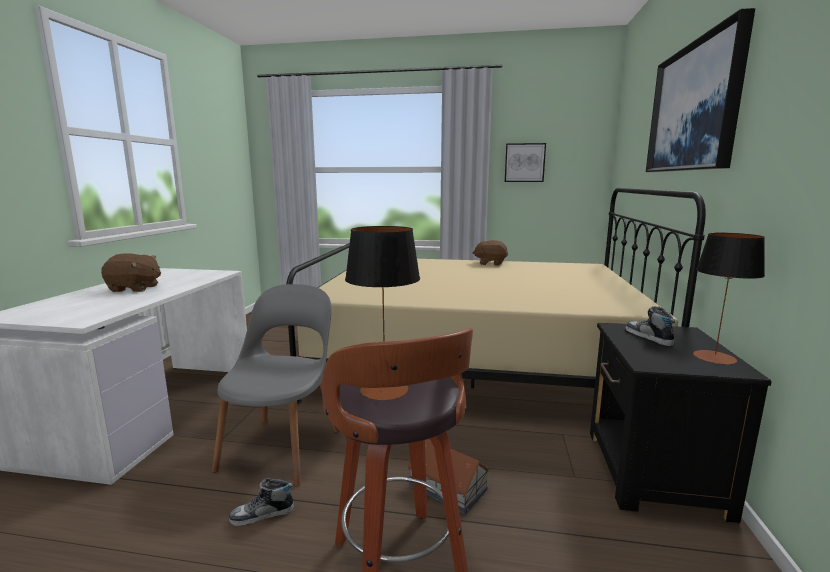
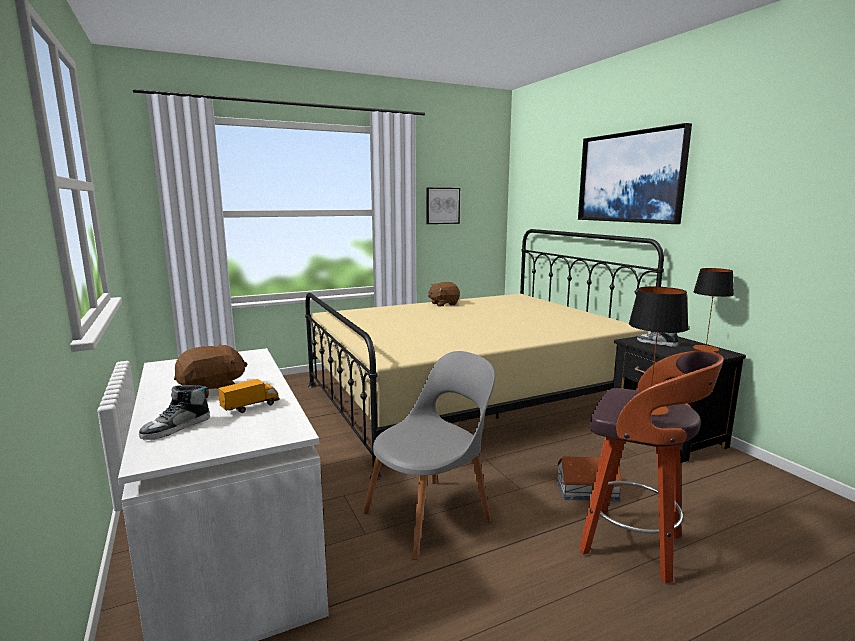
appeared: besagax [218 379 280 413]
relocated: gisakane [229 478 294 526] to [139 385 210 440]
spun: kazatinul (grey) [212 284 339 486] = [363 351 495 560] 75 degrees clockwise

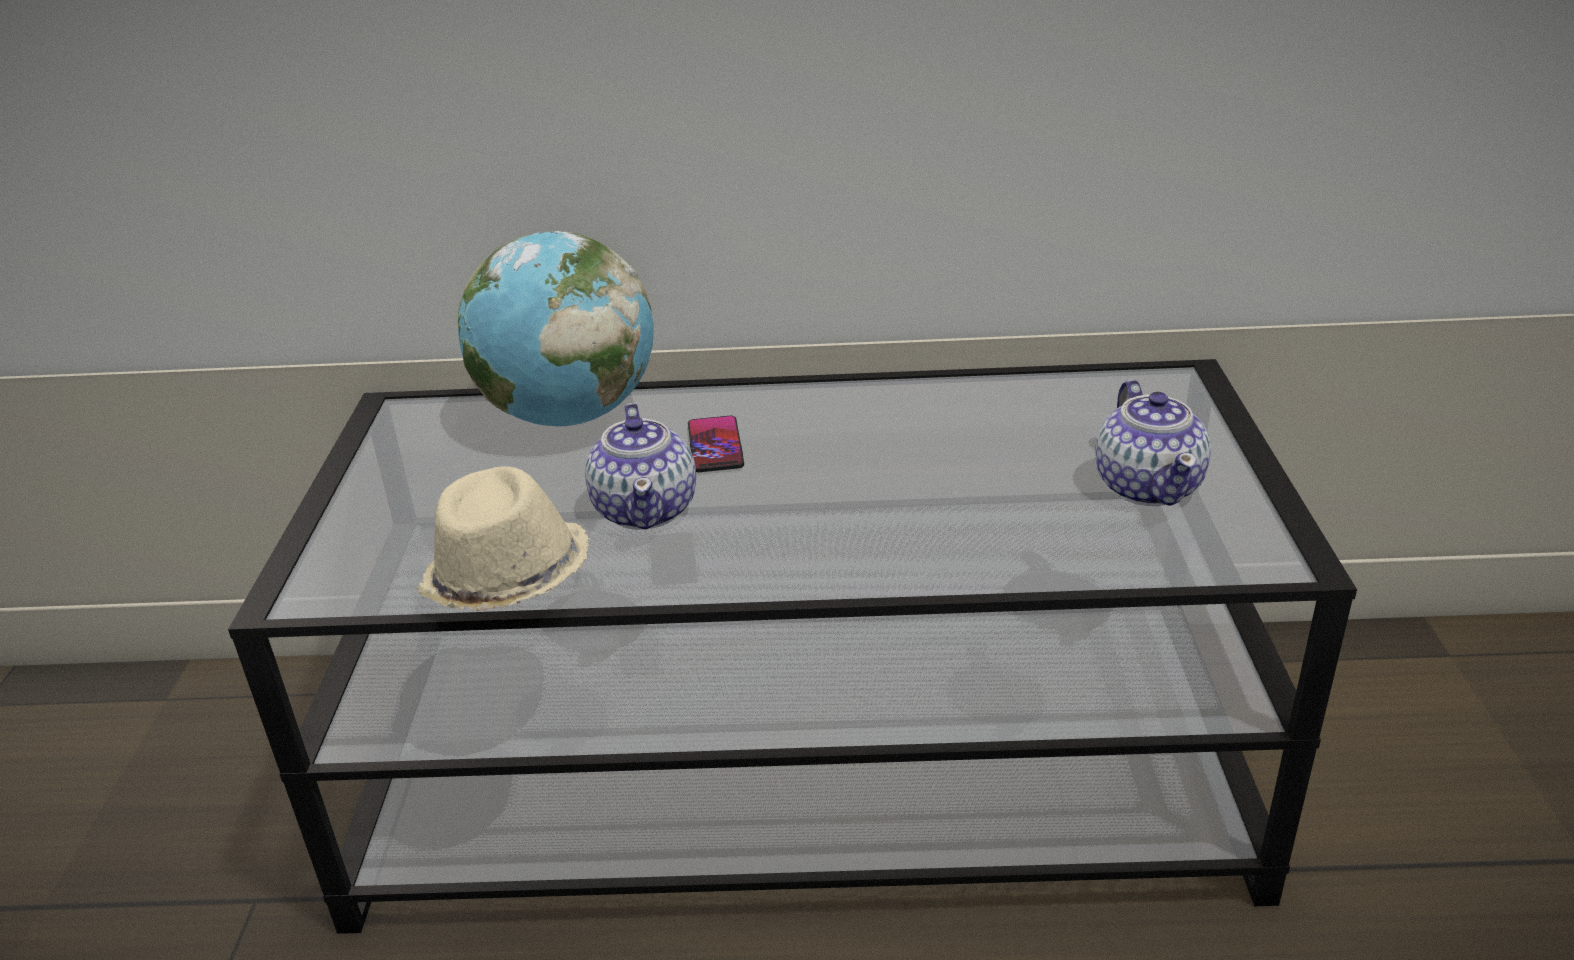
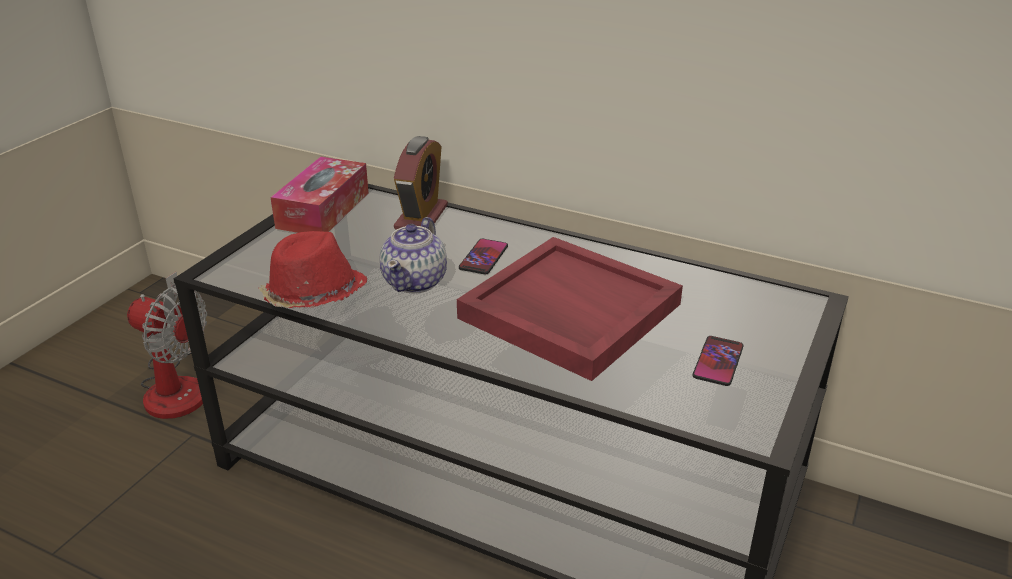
appeared: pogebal [127 272 207 419]; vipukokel [270 157 369 233]; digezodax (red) [457 237 683 381]
exchanged: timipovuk [458 231 653 426] to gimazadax [394 136 448 230]; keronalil [1095 380 1211 506] to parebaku [693 336 744 386]
colour: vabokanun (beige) [416 466 590 611] to vabokanun (red) [259 231 367 308]

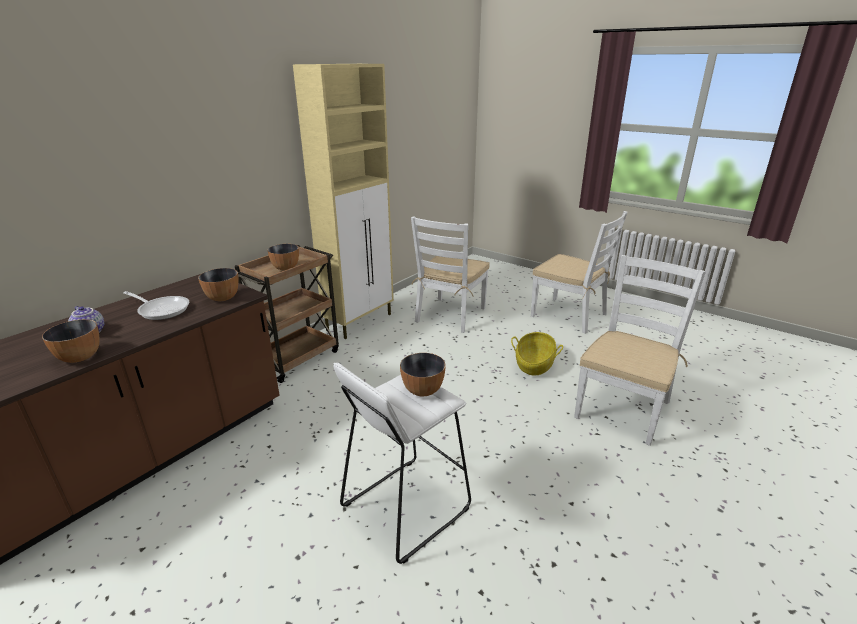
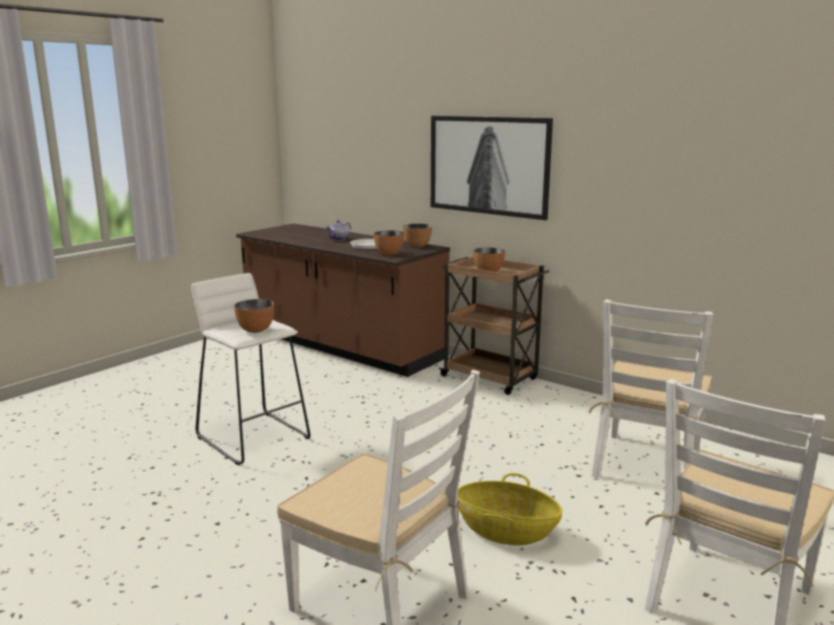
missing: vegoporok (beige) [293 64 394 339]
appeared: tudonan [431 116 553 220]
relocated: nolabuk [42 319 99 363] to [403 224 432 247]
spun: kazatinul (white) [411 216 489 333] = [588 299 713 478] 90 degrees counterclockwise

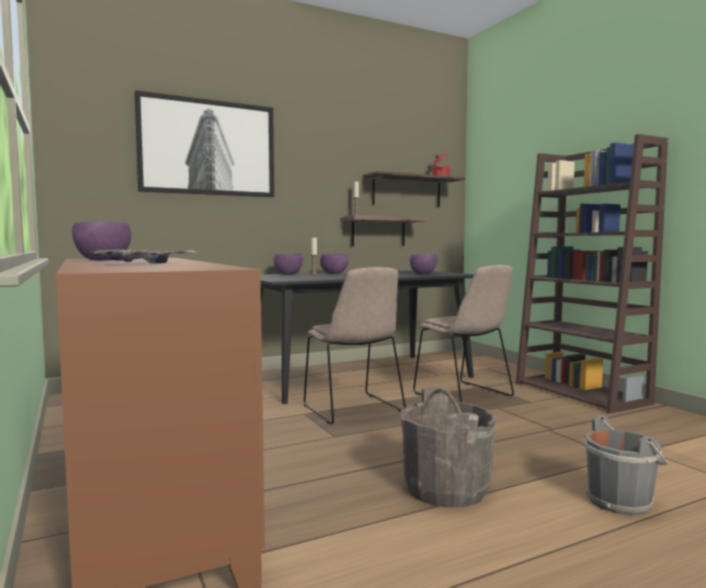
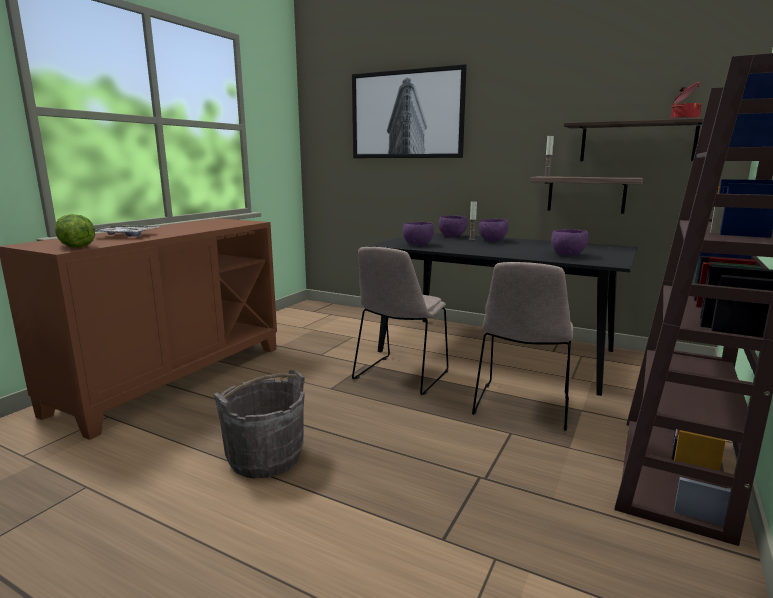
missing: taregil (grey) [582 415 668 516]
appeared: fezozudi [55 214 95 248]
relocated: nolabuk (purple) [72 221 131 261] to [403 222 434 245]

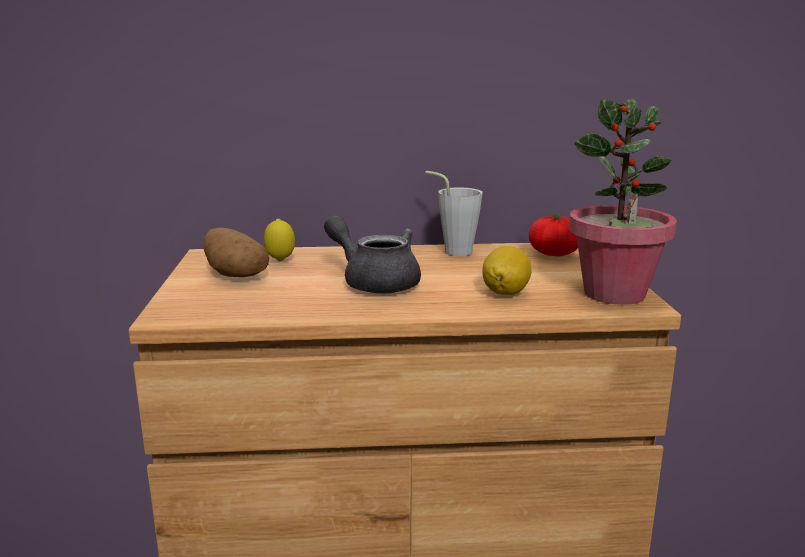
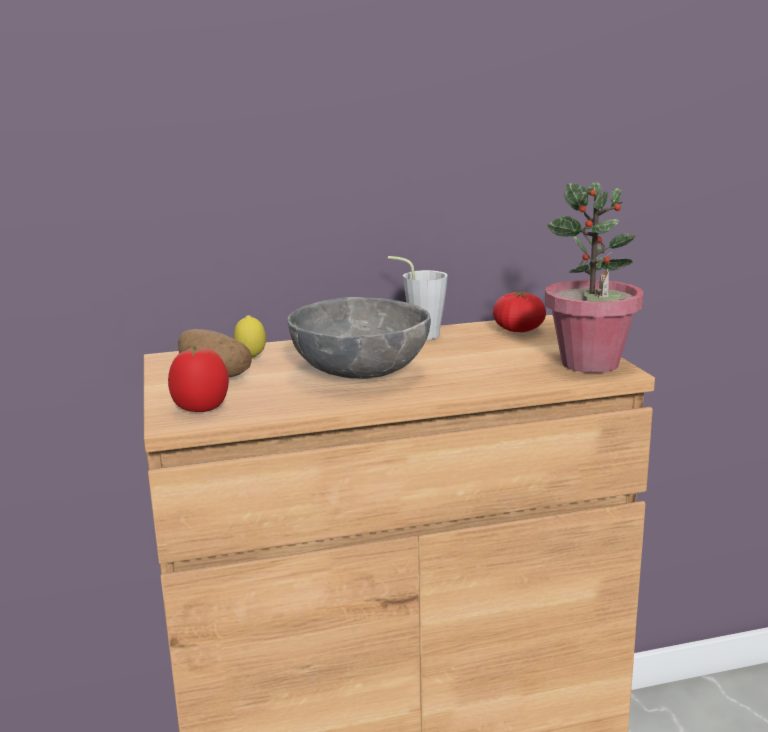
missing: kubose [482 246 532 295]
appeared: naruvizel [168 346 229 412]
exchanged: keronalil (grey) [324 216 421 294] to nolabuk (grey) [287 297 431 379]

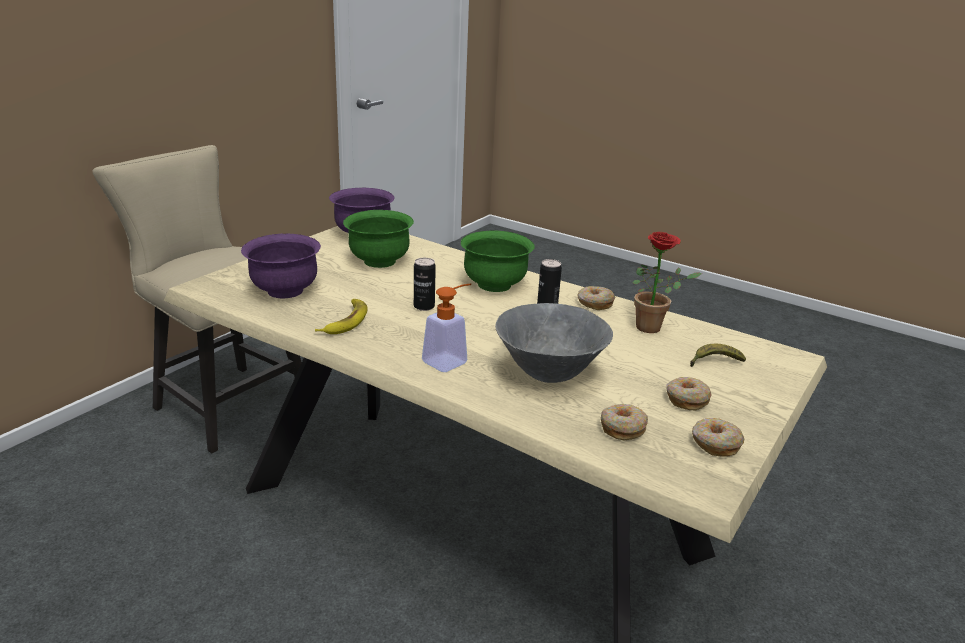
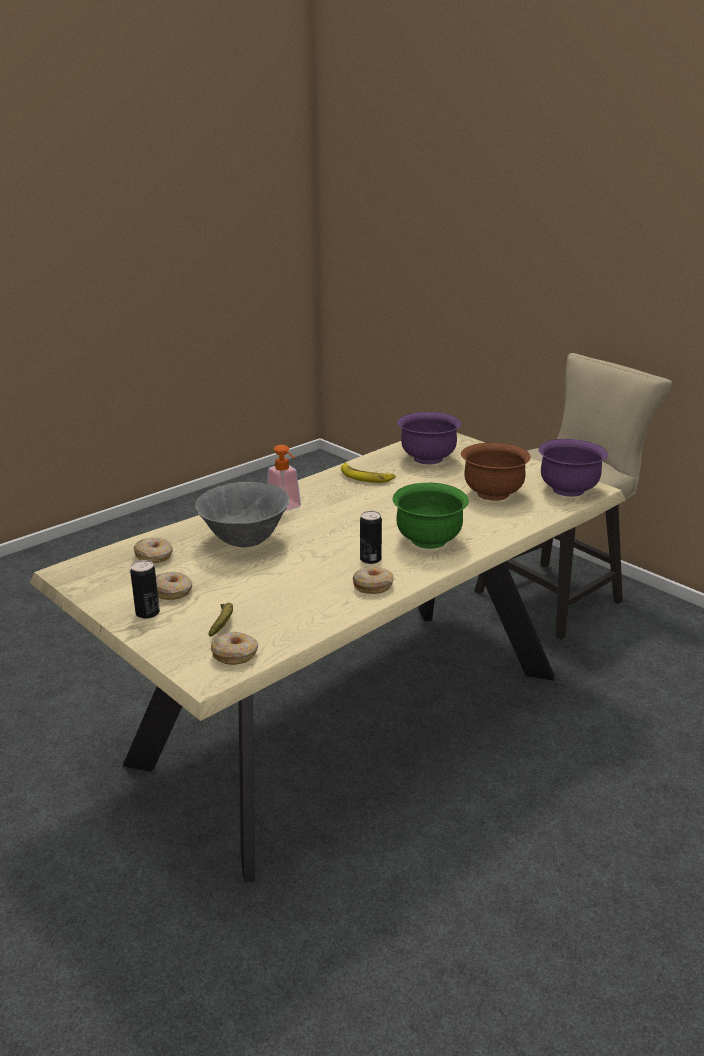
missing: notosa [633 232 702 333]
relocated: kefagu [414 258 436 311] to [130 560 160 619]; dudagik [692 418 744 456] to [211 632 258 665]
colour: nolabuk (green) [343 210 414 268] to nolabuk (brown) [461 442 531 501]

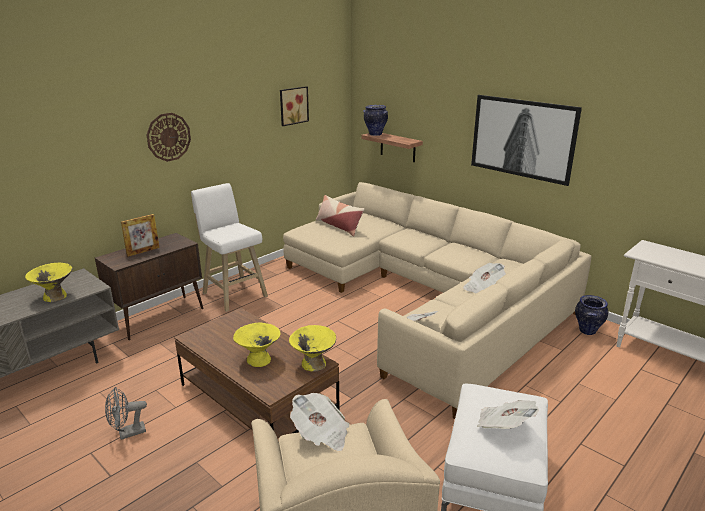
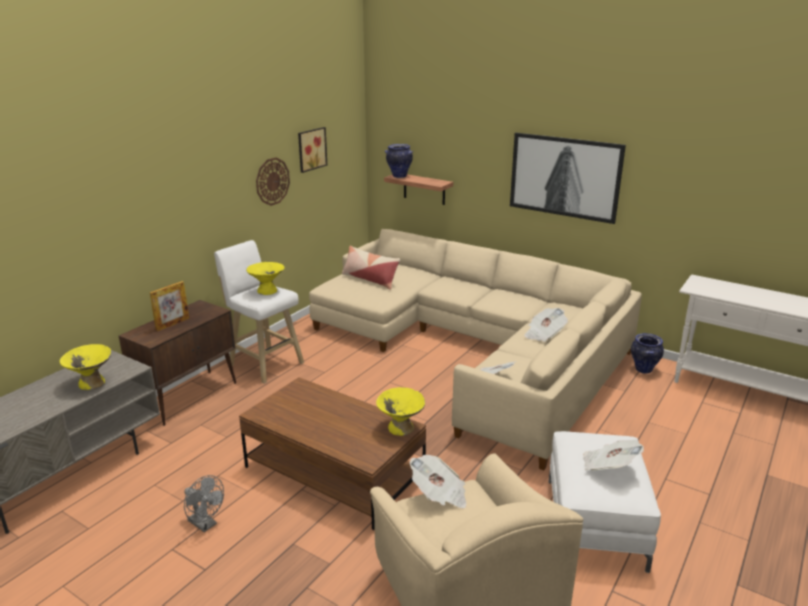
relocated: nolabuk (yellow) [233 322 281 367] to [246 262 284 295]; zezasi [147 113 191 162] to [256 157 290 206]
spun: pogebal (grey) [105 387 147 440] = [184 475 224 532] 105 degrees counterclockwise

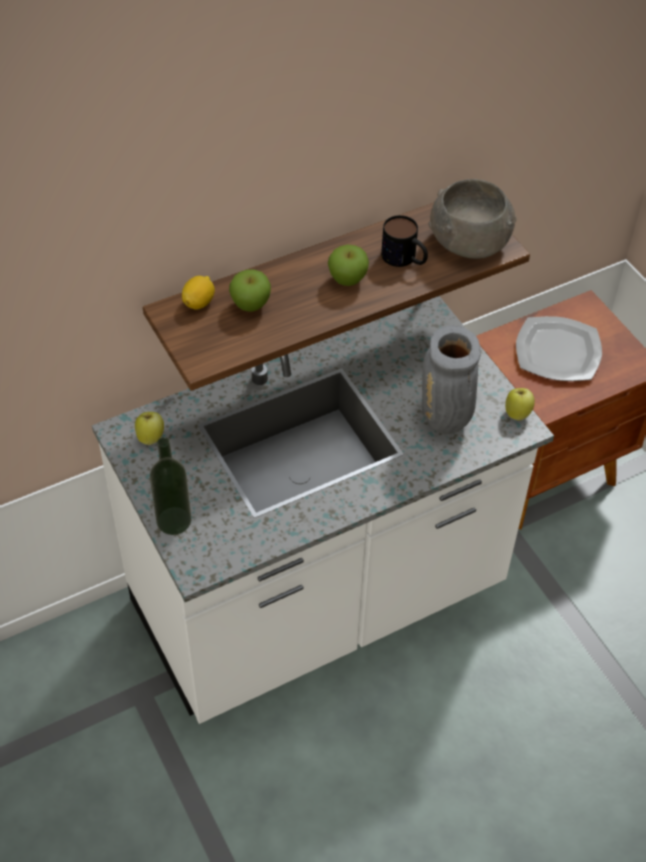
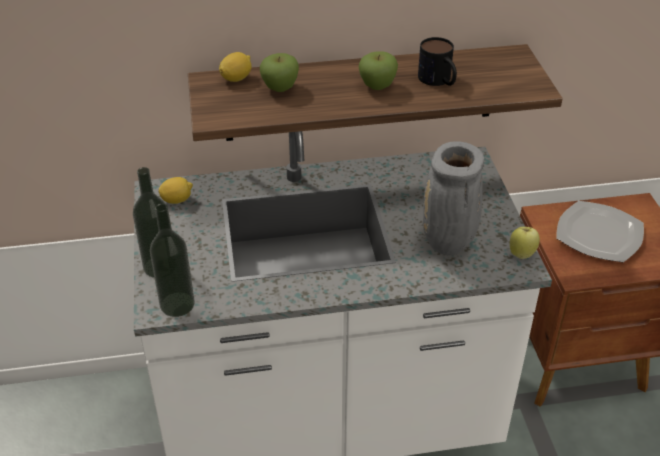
missing: nolabuk (grey) [428 179 517 259]
appeared: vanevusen [150 204 195 317]
exchanged: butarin [135 412 164 445] to kubose [158 177 193 204]

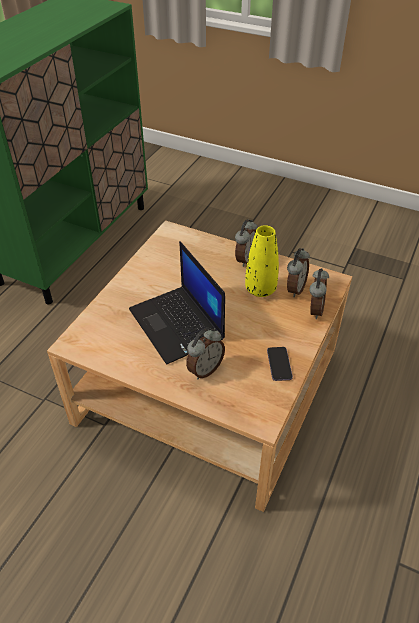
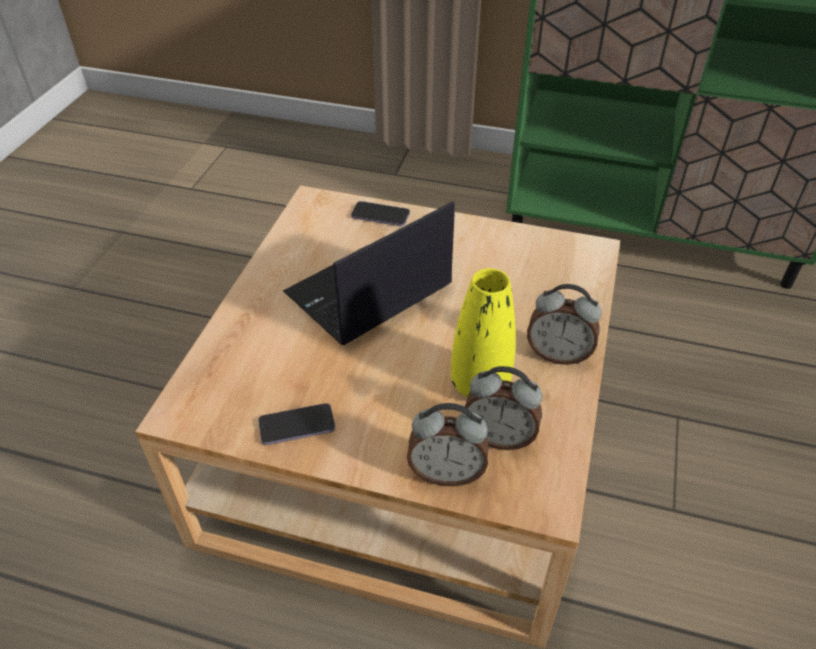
missing: gimazadax [186 328 225 379]
appeared: parebaku [351 201 410 226]

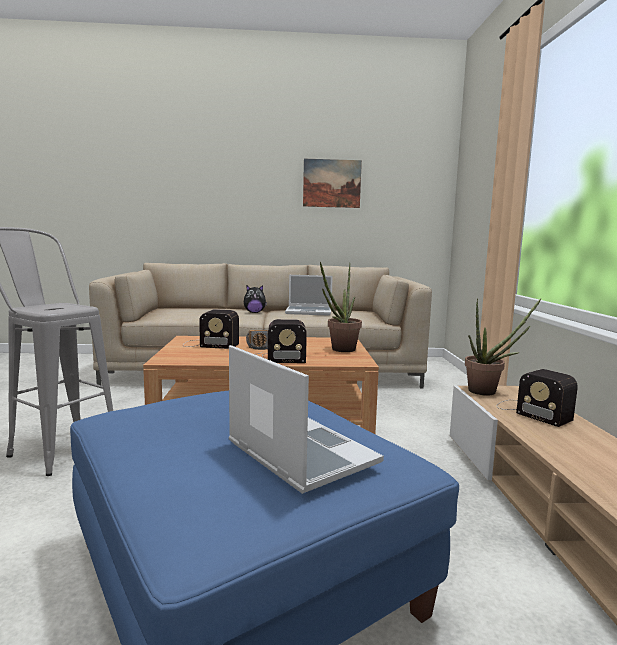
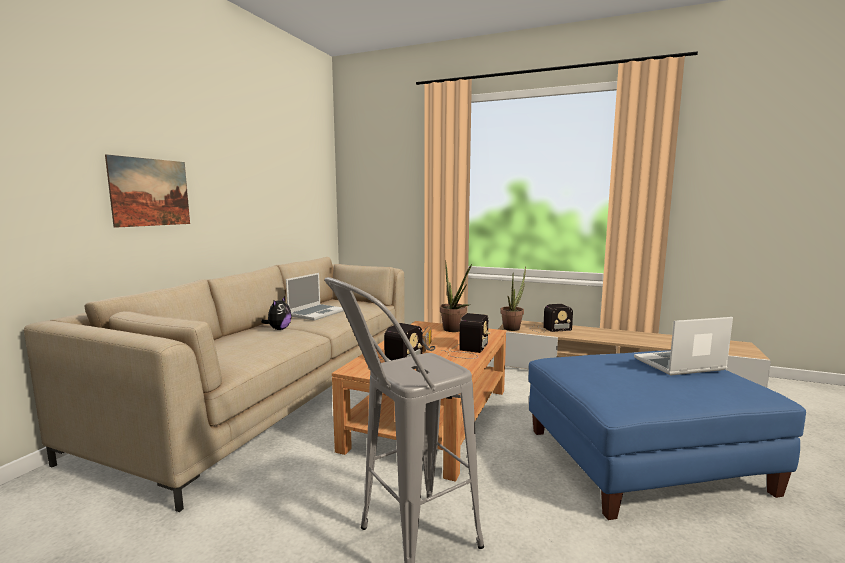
relocated: tudonan [303 159 362 208] to [105 154 190 228]

